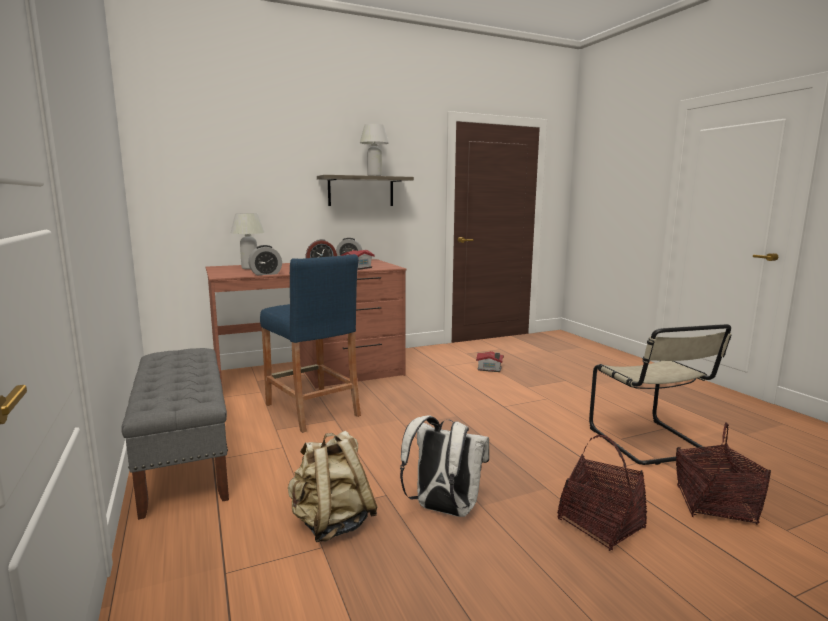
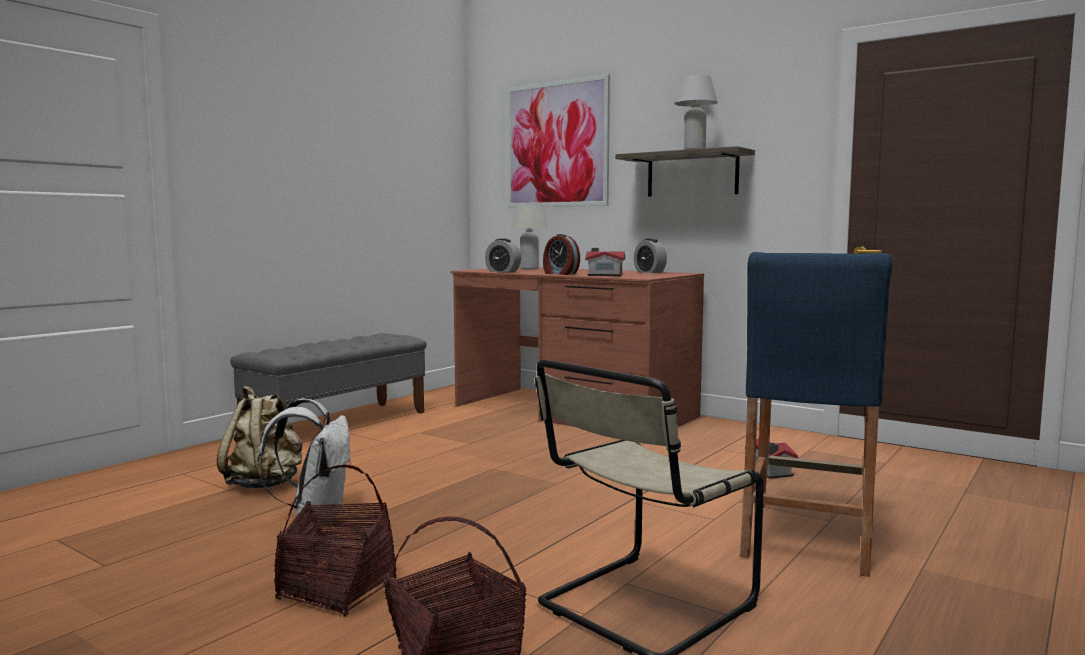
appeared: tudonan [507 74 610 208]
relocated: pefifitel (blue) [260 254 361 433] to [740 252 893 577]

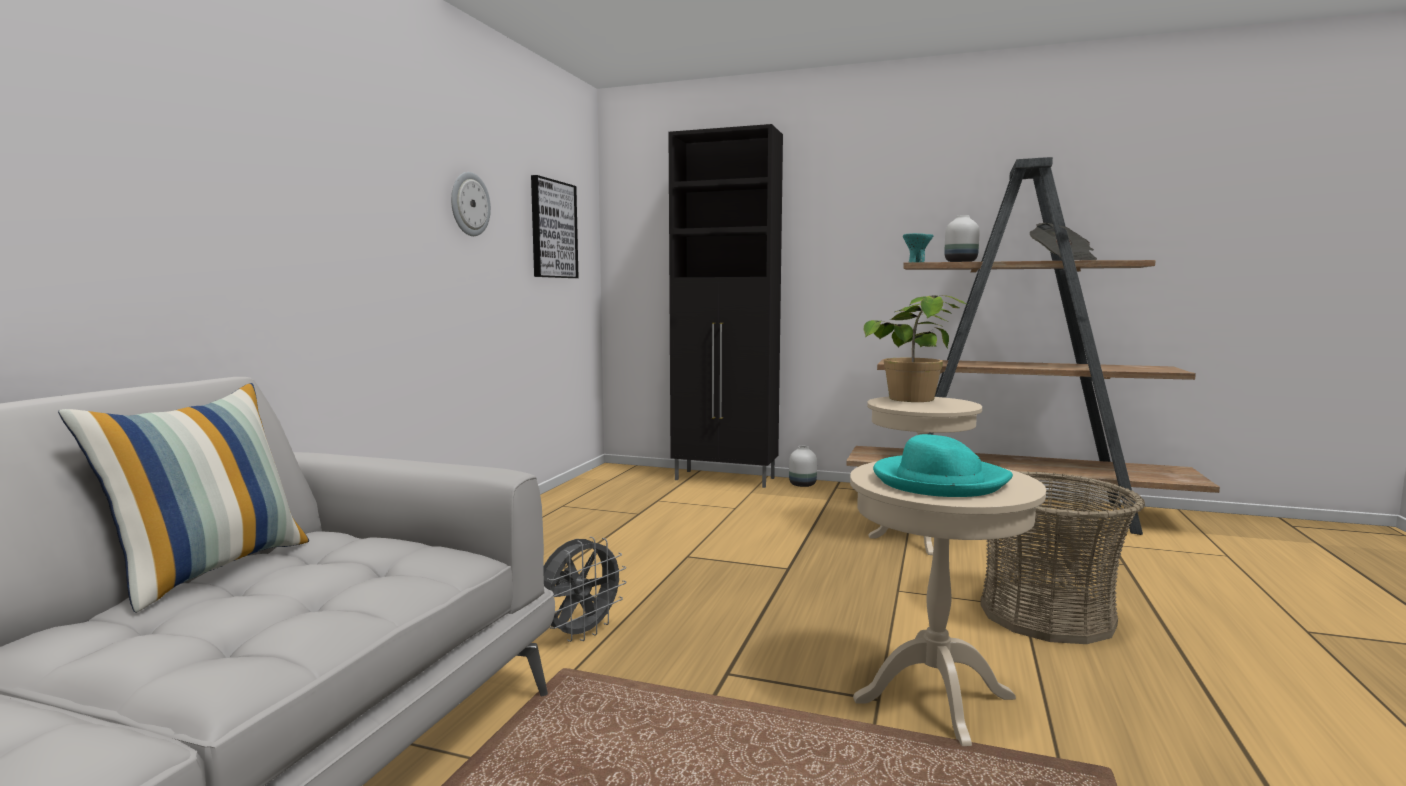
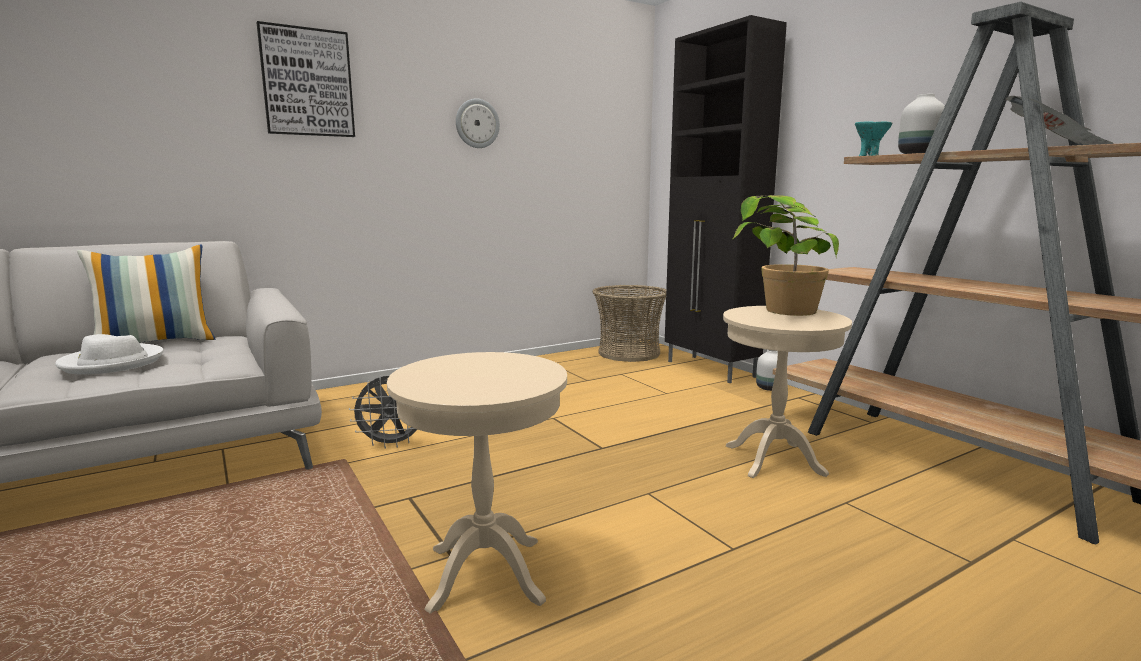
missing: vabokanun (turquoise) [873 434 1013 497]
appeared: vabokanun (white) [55 334 164 375]
relocated: tudonan [531 175 579 278] to [257 21 355 137]; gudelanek [980 471 1145 644] to [593 285 666 362]

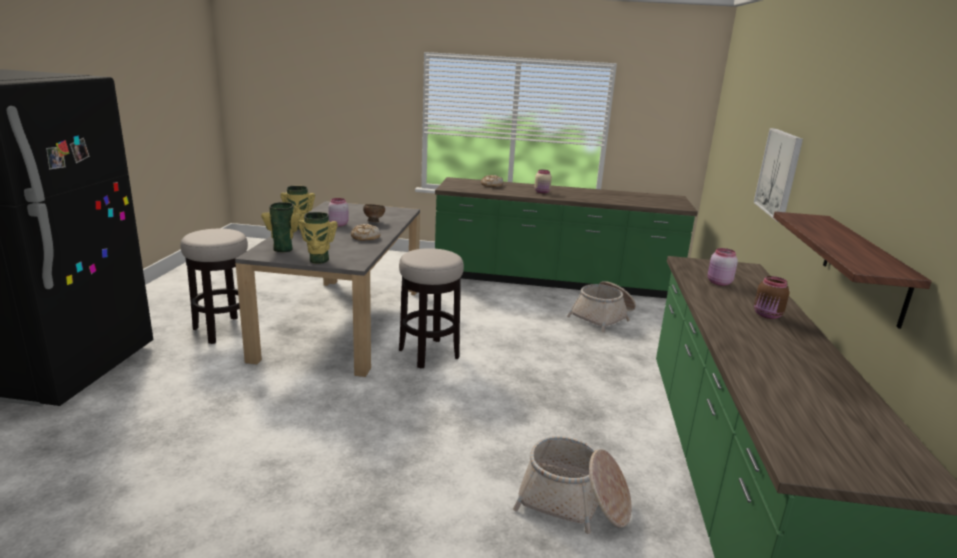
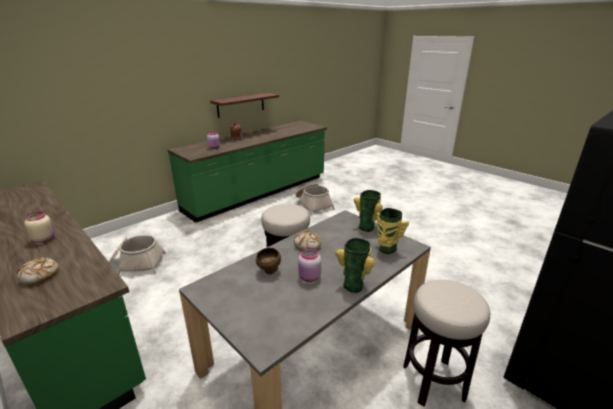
missing: tudonan [753 128 803 222]

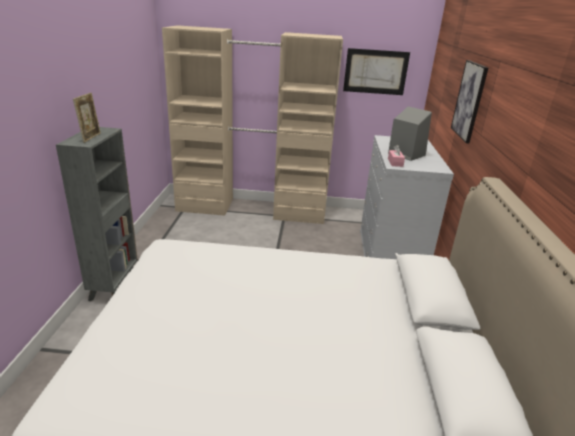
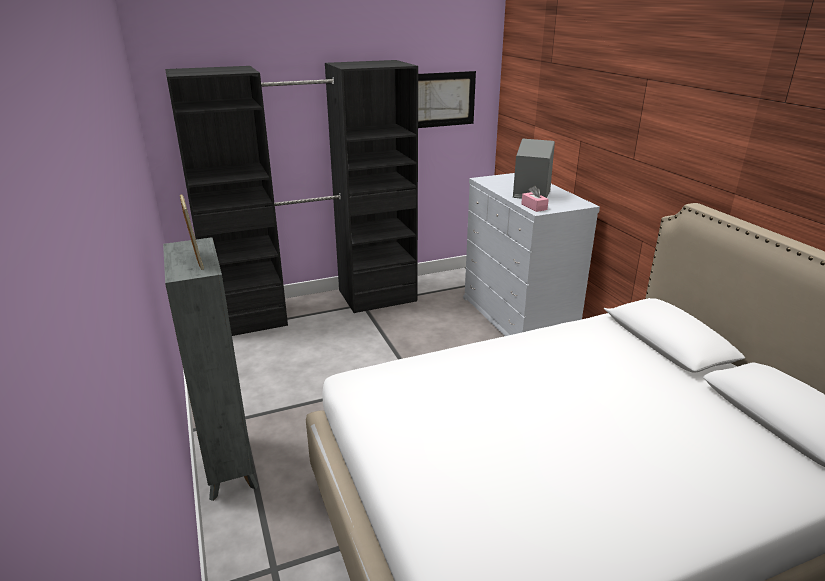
missing: tudonan [451 60 488 143]
colour: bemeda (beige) [162 25 343 224] to bemeda (black) [165 60 418 336]

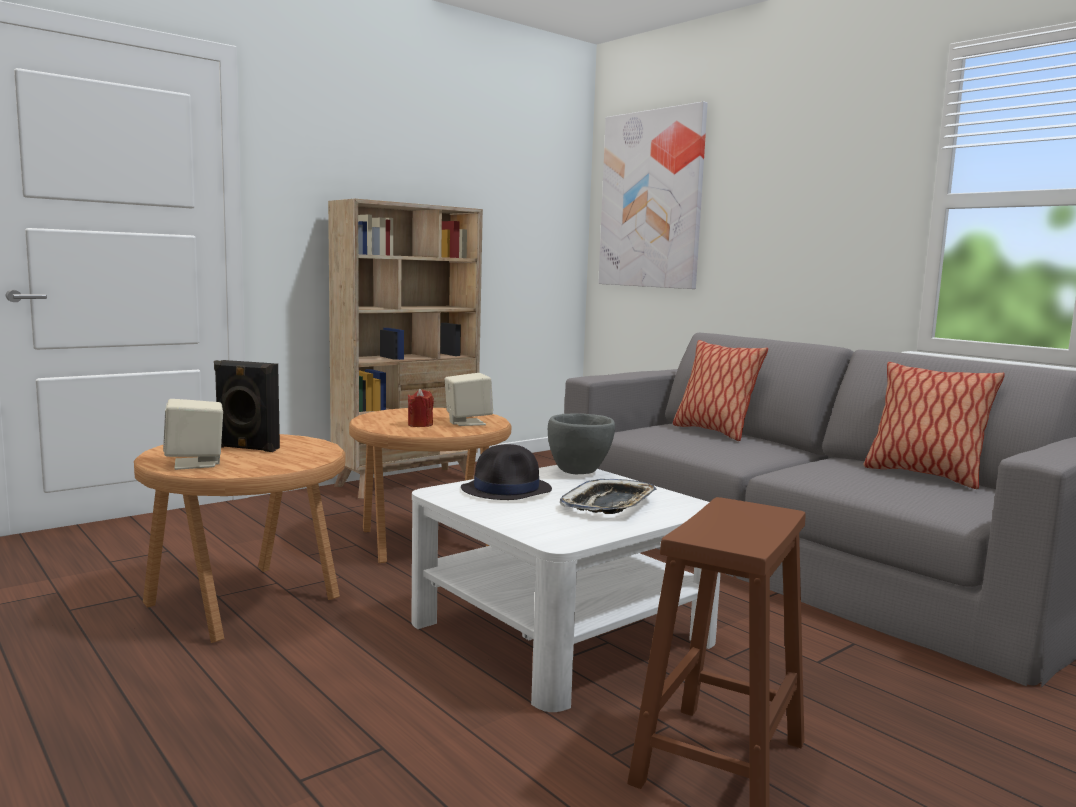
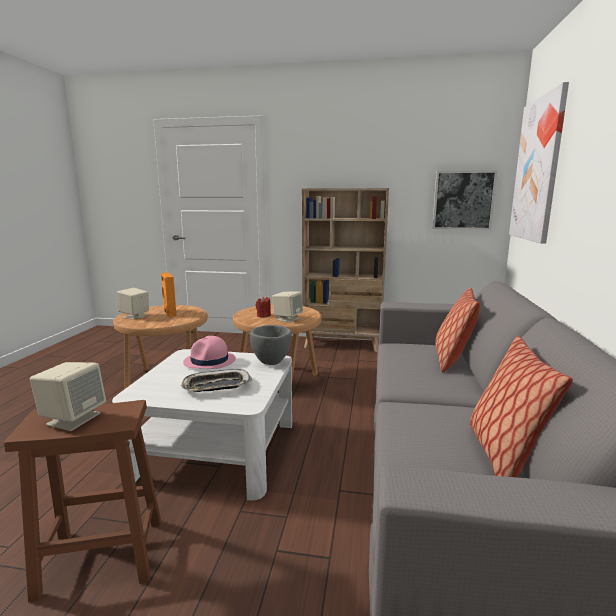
appeared: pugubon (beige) [30 362 106 431]; tudonan [432 170 498 230]
colour: pugubon (black) [214 360 280 452] to pugubon (orange) [161 272 177 317]; vabokanun (black) [461 444 552 500] to vabokanun (pink) [183 336 236 369]

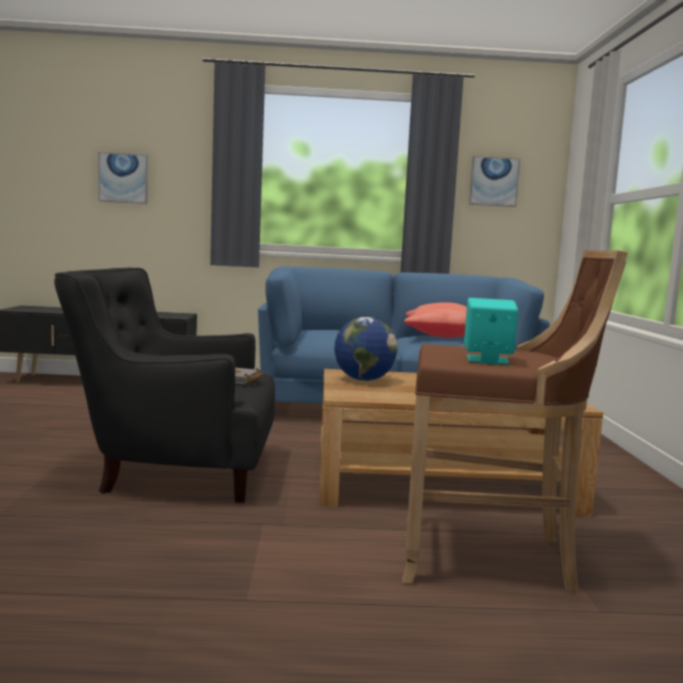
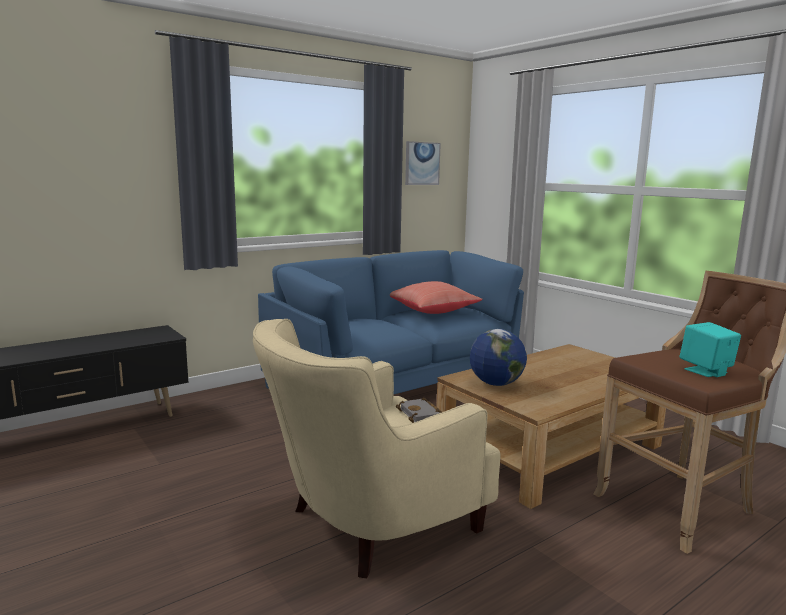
missing: tudonan [98 152 148 204]
colour: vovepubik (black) [54 268 275 503] to vovepubik (beige) [253 319 501 579]

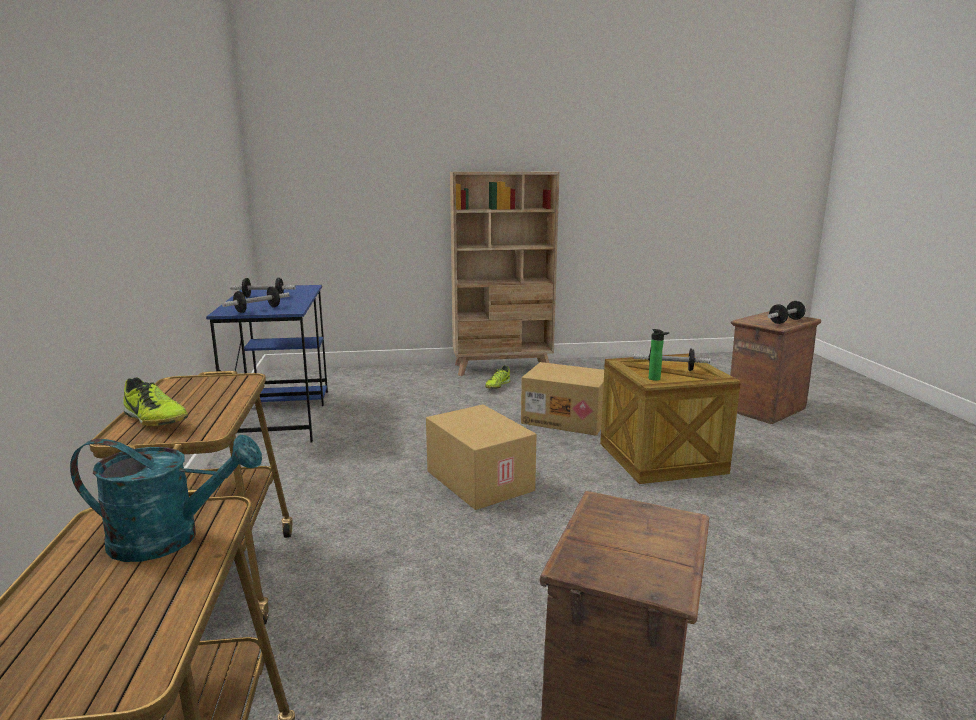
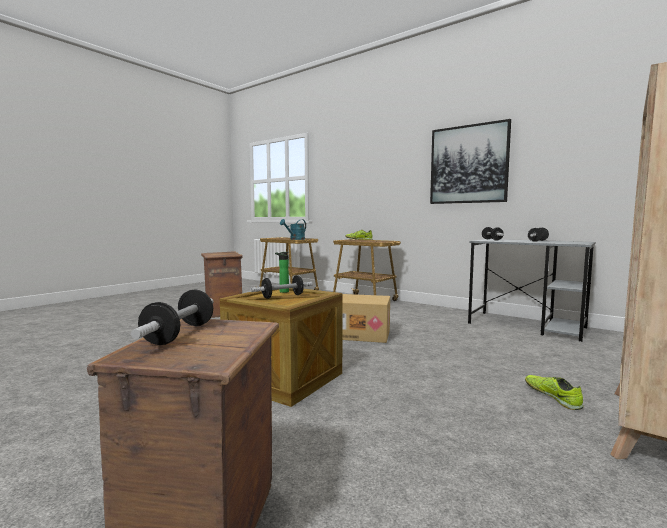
missing: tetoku [521 362 604 436]
appeared: tudonan [430 119 511 204]
colour: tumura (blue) [206 285 328 442] to tumura (grey) [468 239 596 342]

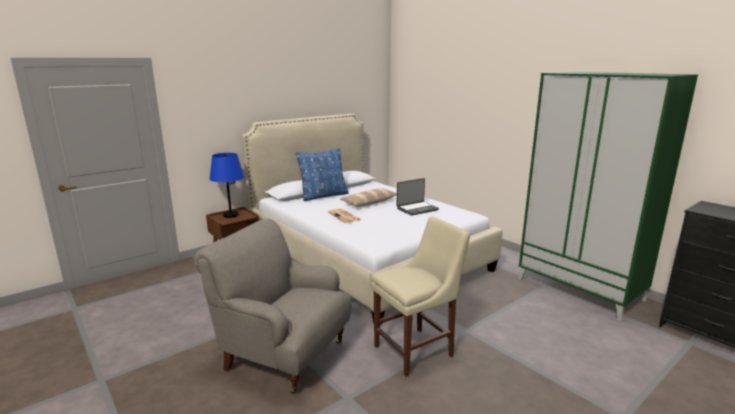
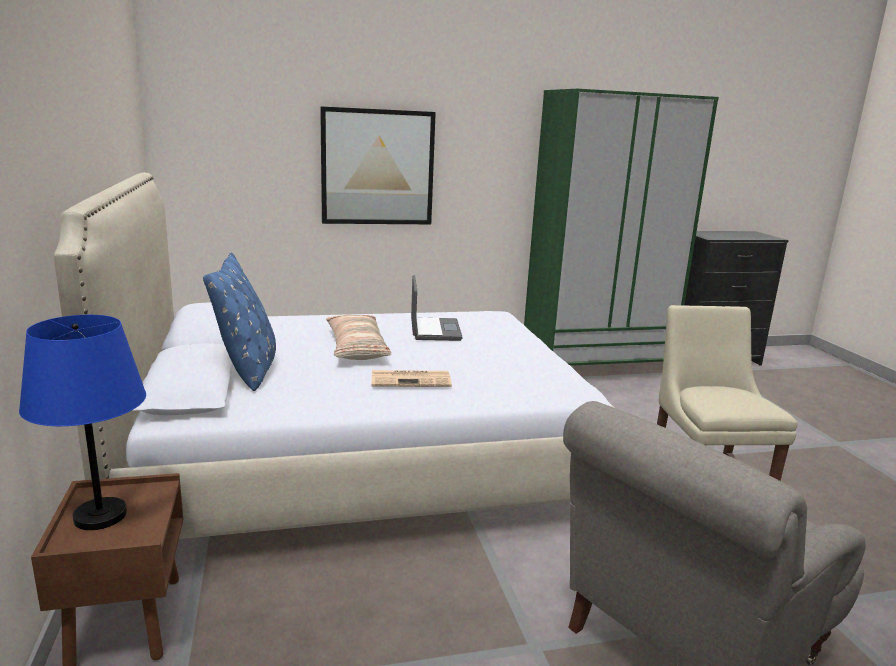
appeared: tudonan [320 106 436 224]

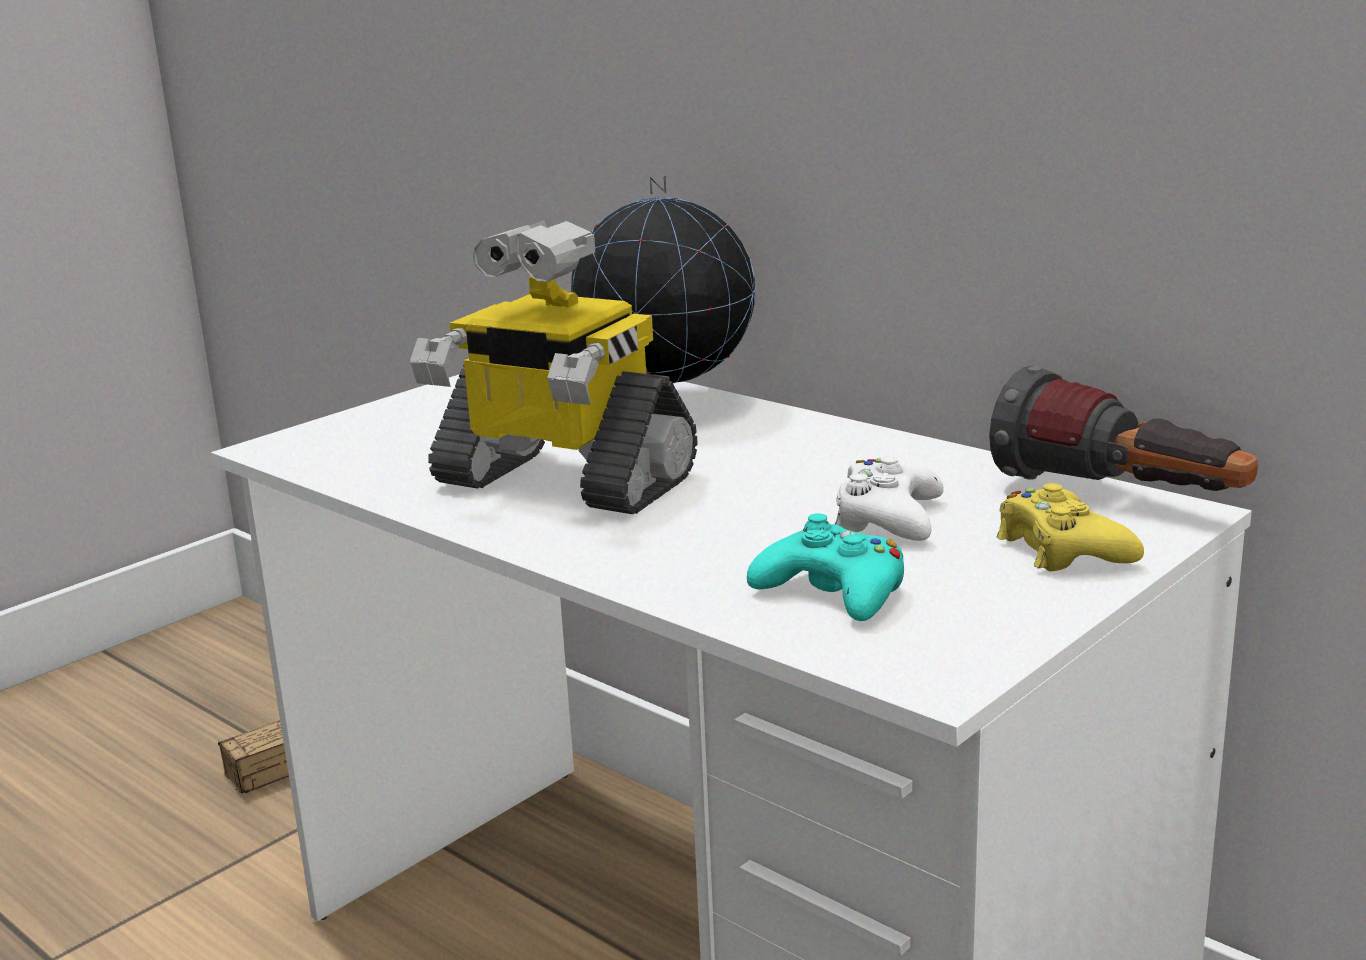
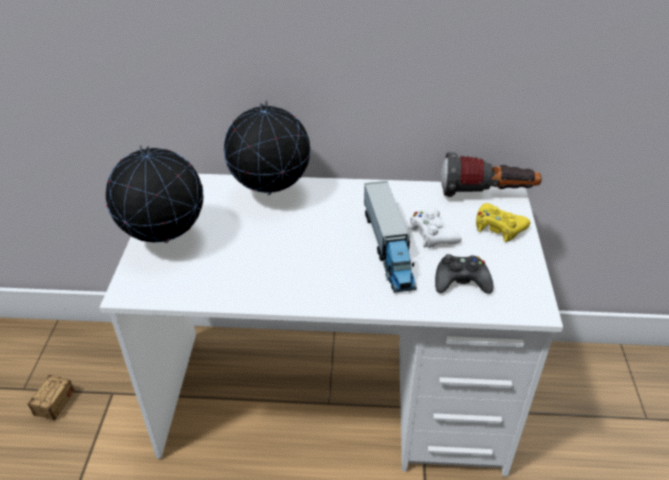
missing: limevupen [410 220 697 514]
appeared: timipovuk [106 145 203 243]; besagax [364 181 417 293]
colour: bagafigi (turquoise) [747 513 904 621] to bagafigi (black) [435 254 493 294]

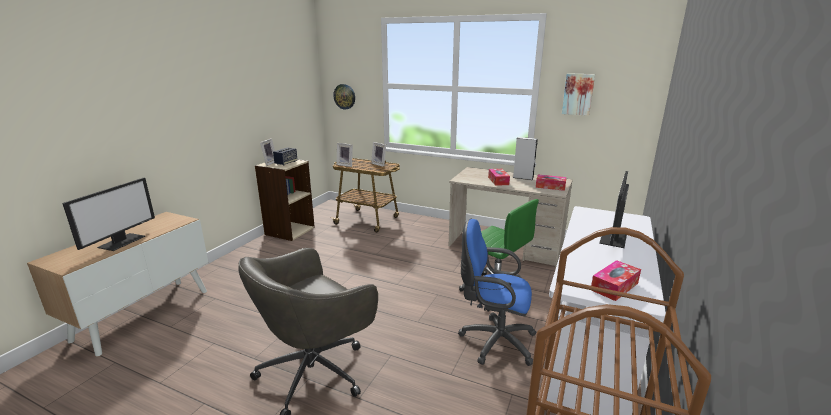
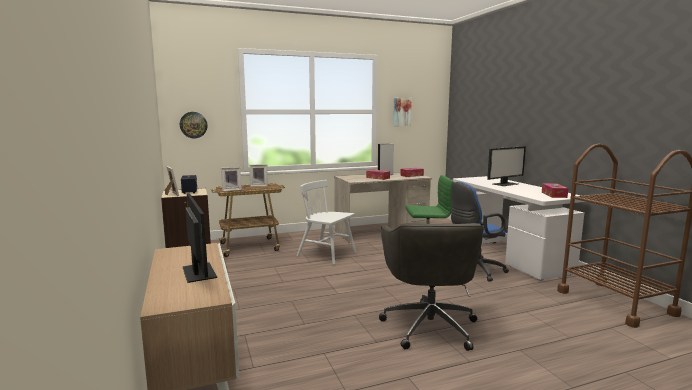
appeared: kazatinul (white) [297 180 356 265]
spun: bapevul [599 171 629 248] = [487 146 526 186] 105 degrees counterclockwise

